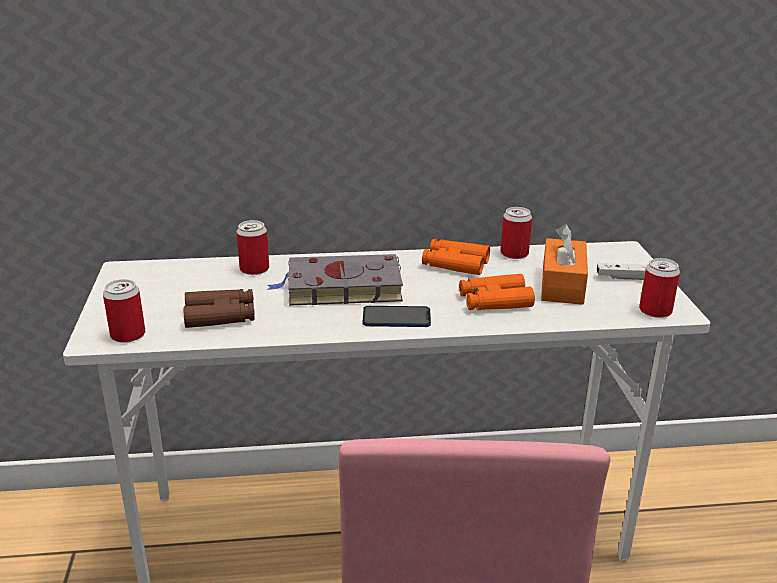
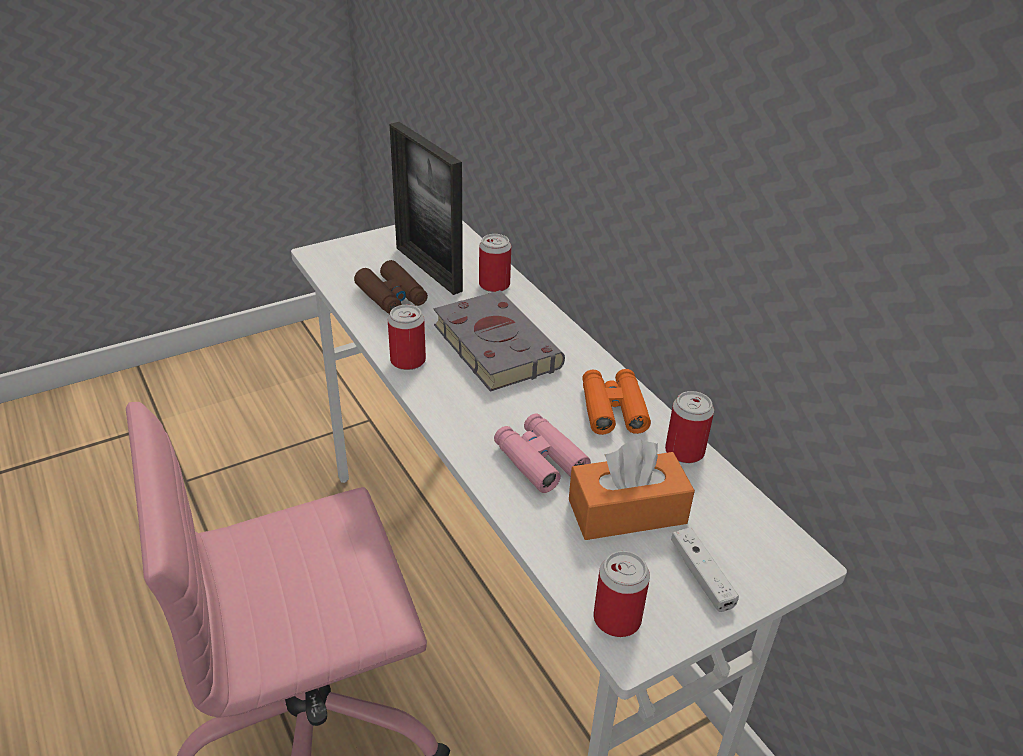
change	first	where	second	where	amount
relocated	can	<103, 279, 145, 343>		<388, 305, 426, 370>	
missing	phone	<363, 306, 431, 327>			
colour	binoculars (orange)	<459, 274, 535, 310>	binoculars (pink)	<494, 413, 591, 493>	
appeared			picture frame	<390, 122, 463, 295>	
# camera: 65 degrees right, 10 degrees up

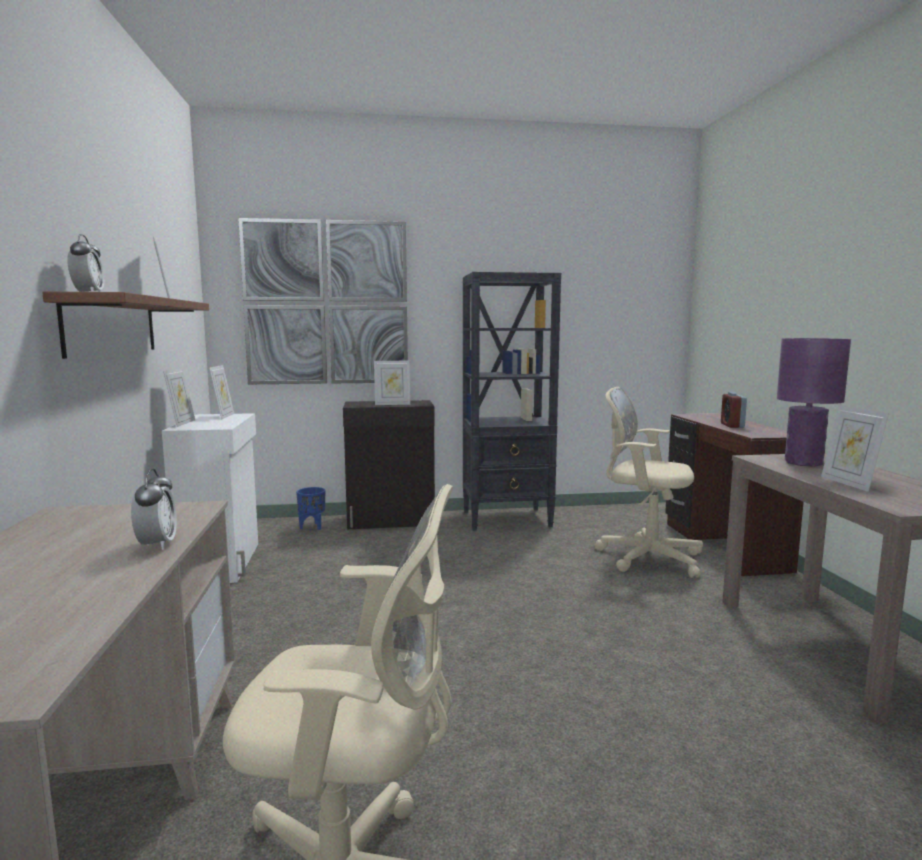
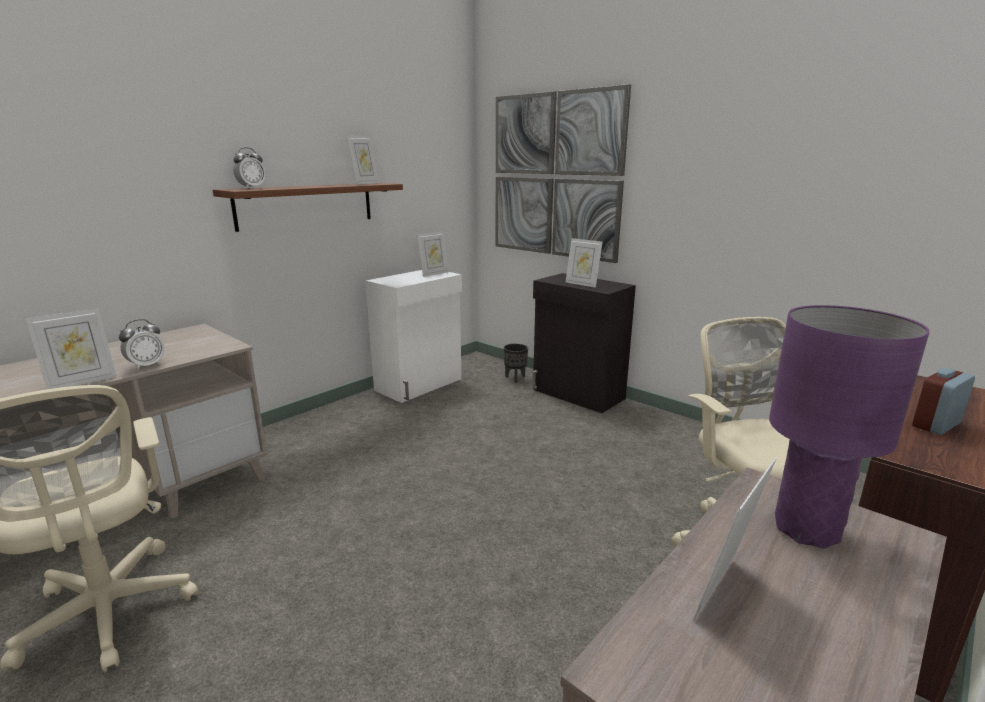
change	first	where	second	where	amount
relocated	picture frame	<163, 368, 195, 427>		<26, 308, 117, 389>	
colour	planter (blue)	<296, 487, 325, 530>	planter (black)	<503, 344, 528, 383>	
missing	bookcase (black)	<463, 272, 561, 531>			
# camera: 50 degrees right, 10 degrees up

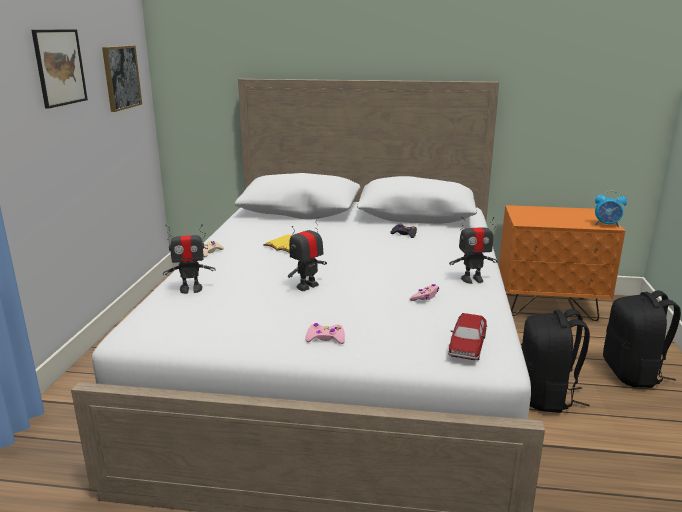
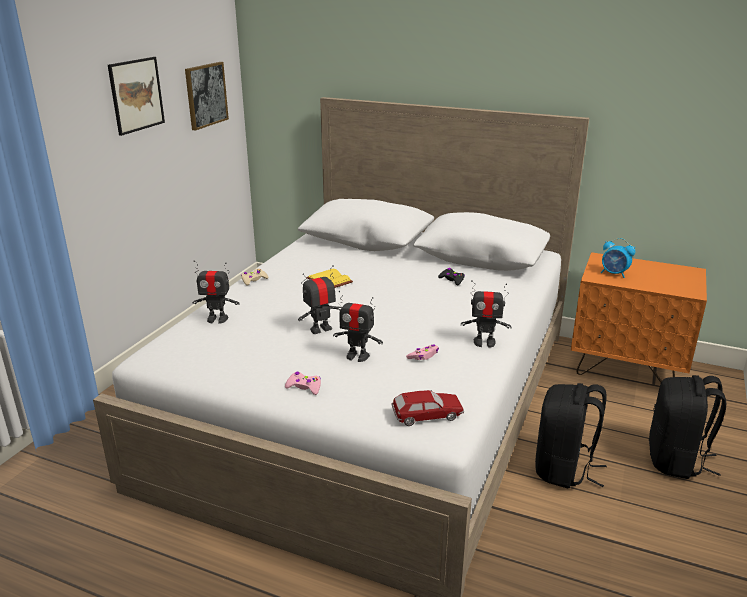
change	first	where	second	where	amount
spun	toy car	<448, 313, 487, 360>		<391, 390, 464, 426>	135 degrees counterclockwise
relocated	alarm clock	<595, 190, 627, 227>		<601, 238, 635, 278>	
appeared			toy robot	<333, 291, 383, 362>	
# camera: 15 degrees right, 5 degrees up

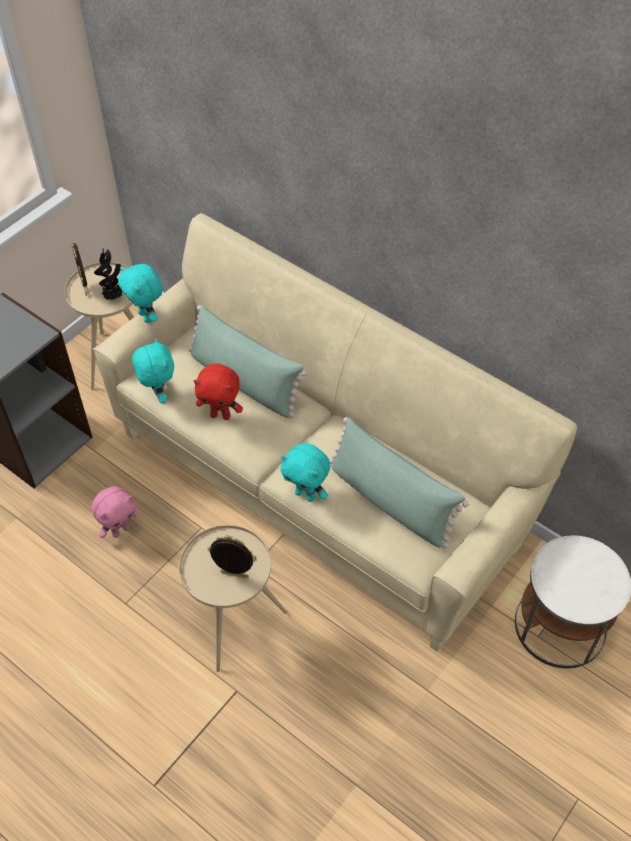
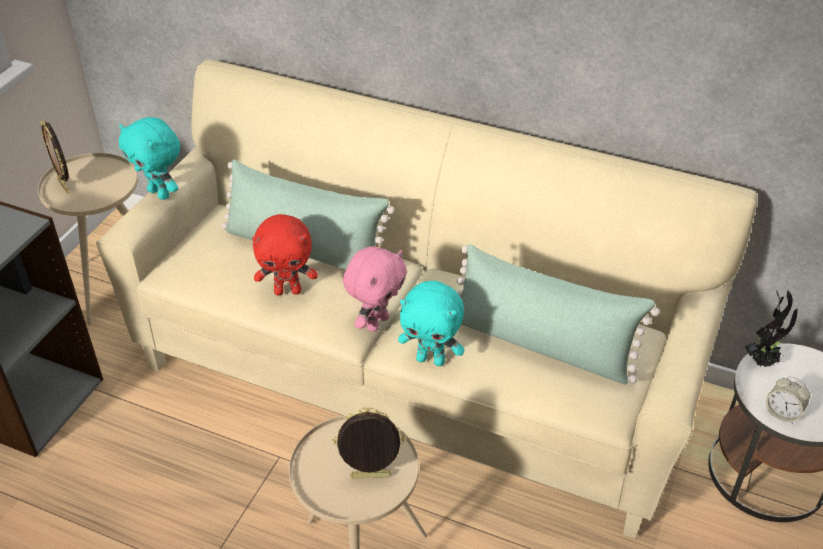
change	first	where	second	where	amount
relocated	plush toy (pink)	<91, 486, 138, 538>		<343, 247, 407, 332>	
relocated	potted plant	<94, 248, 122, 300>		<745, 290, 797, 367>	
missing	plush toy (turquoise)	<132, 338, 174, 403>			
appeared			alarm clock	<766, 376, 811, 424>	
# camera: 15 degrees left, 10 degrees down

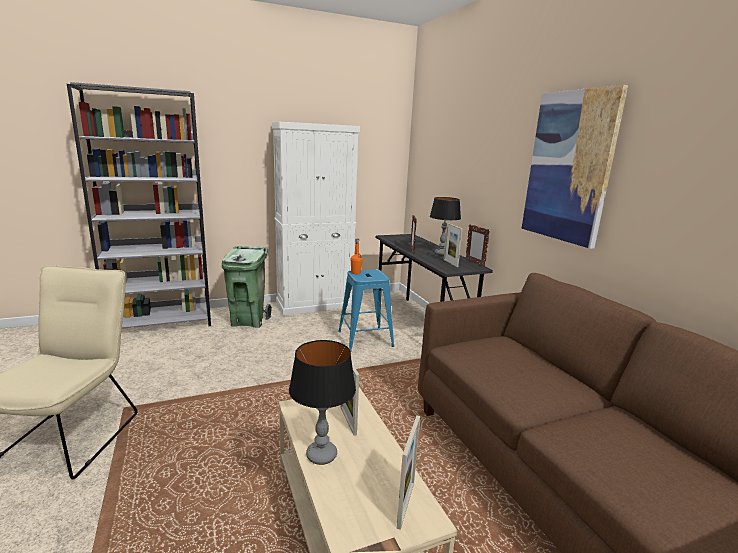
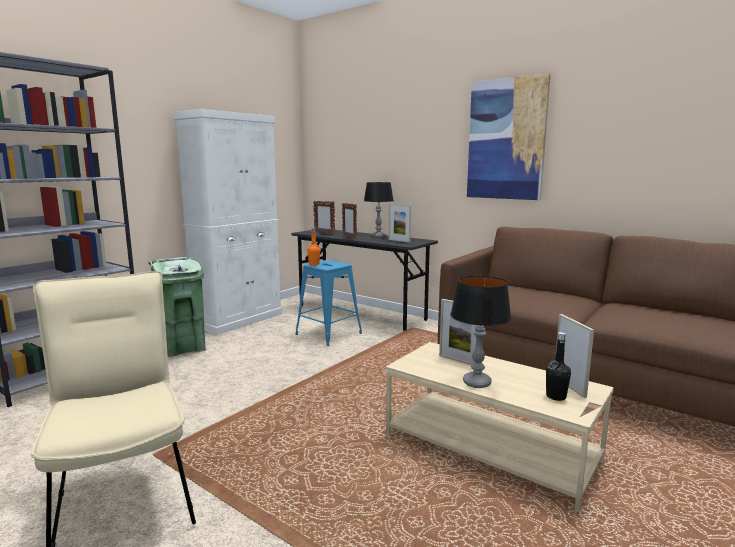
change	first	where	second	where	amount
relocated	picture frame	<466, 224, 490, 267>		<313, 201, 335, 235>	
appeared			bottle (black)	<546, 332, 571, 401>	
# camera: 30 degrees left, 5 degrees down

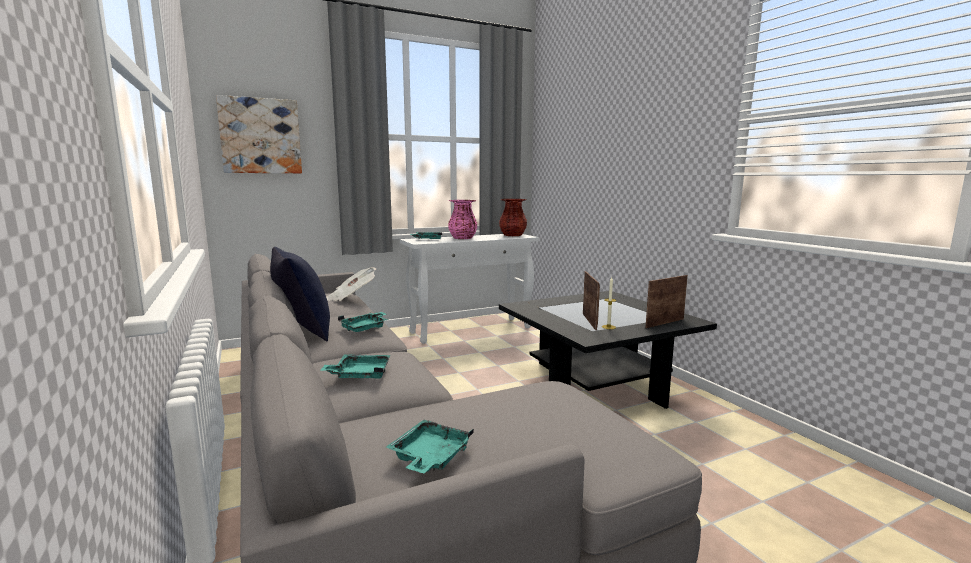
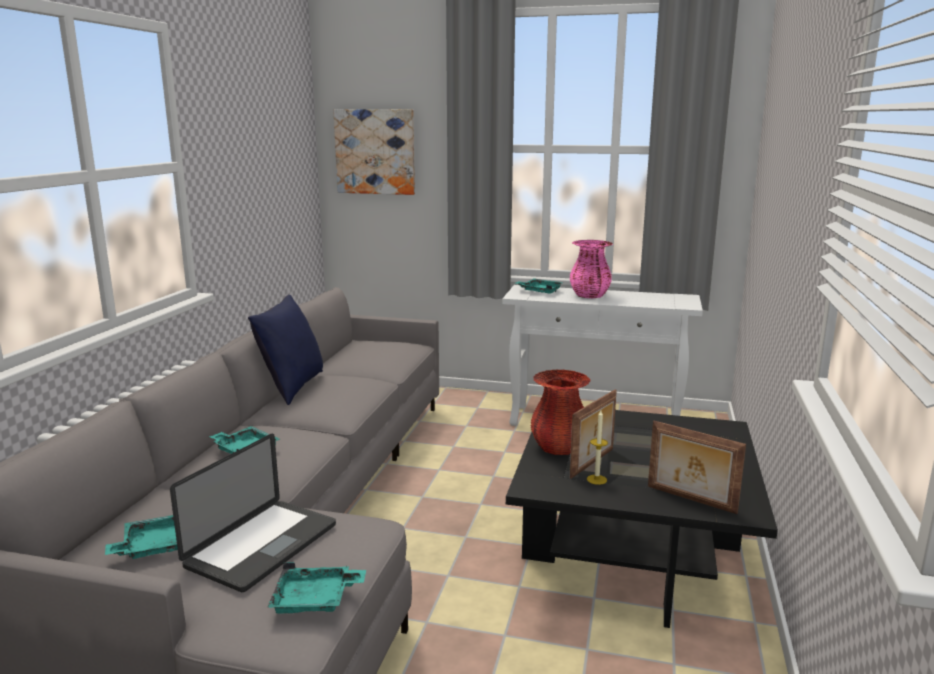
change	first	where	second	where	amount
missing	newspaper	<326, 267, 376, 301>			
relocated	tray (turquoise)	<338, 312, 388, 332>		<267, 562, 366, 614>	
relocated	vase (red)	<499, 199, 527, 236>		<531, 370, 591, 455>	
spun	picture frame	<645, 275, 688, 328>		<648, 421, 746, 514>	150 degrees counterclockwise
appeared			laptop	<170, 434, 336, 592>	
# camera: 40 degrees right, 5 degrees up

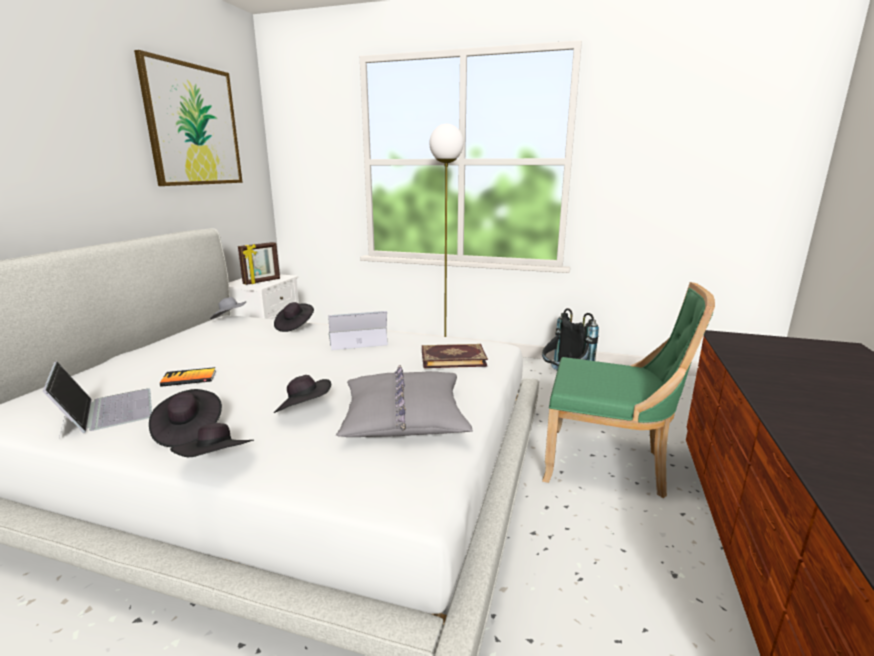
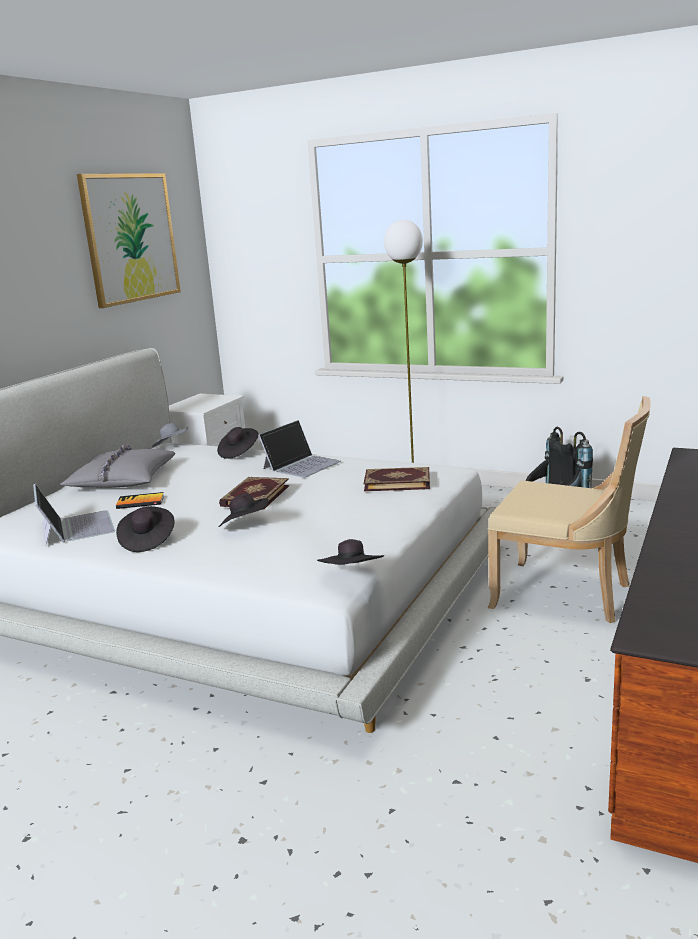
change	first	where	second	where	amount
relocated	hat (black)	<170, 423, 254, 457>		<317, 539, 384, 565>	
missing	picture frame	<238, 242, 280, 285>			
spun	laptop	<328, 311, 388, 350>		<258, 420, 341, 478>	135 degrees clockwise
relocated	pillow (grey)	<336, 365, 473, 437>		<60, 444, 176, 488>	
colour	chair (green)	<542, 282, 715, 498>	chair (beige)	<488, 396, 650, 623>	
appeared			book	<219, 477, 289, 510>	
# camera: 10 degrees right, 0 degrees up

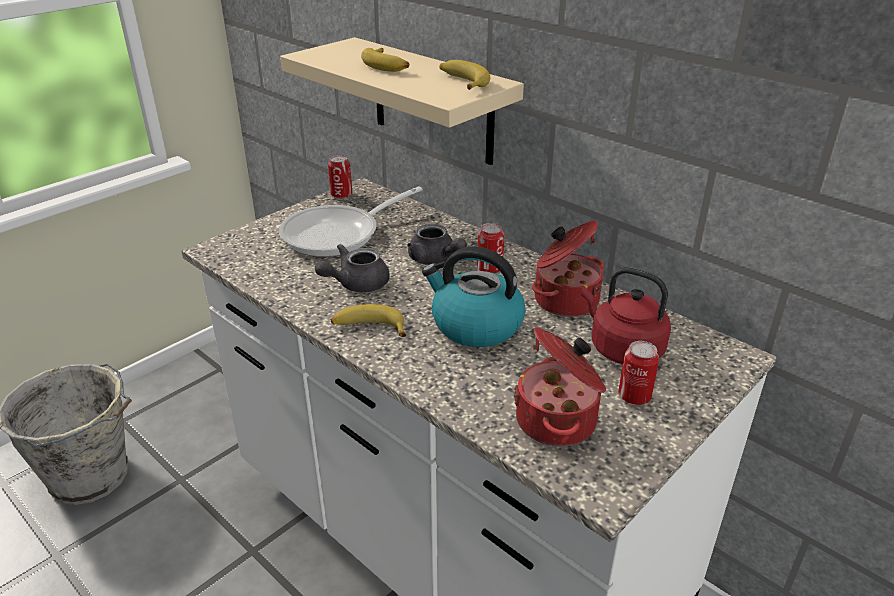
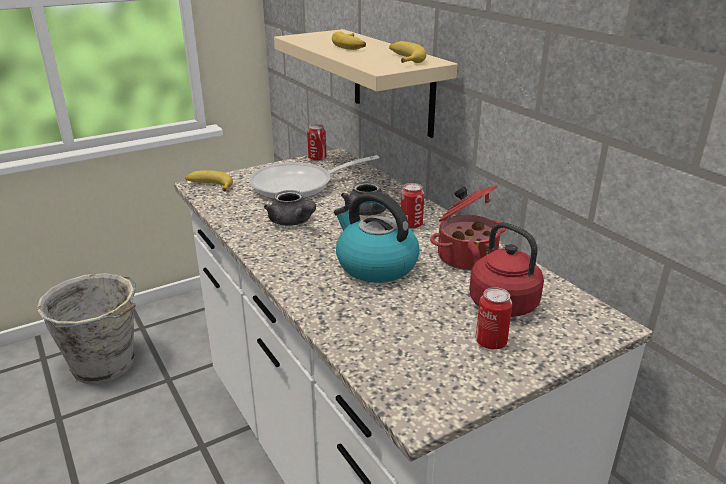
change	first	where	second	where	amount
spun	teapot (grey)	<315, 244, 390, 292>		<264, 190, 316, 226>	105 degrees counterclockwise
relocated	banana	<331, 304, 406, 337>		<185, 170, 233, 191>	
missing	cooking pot	<514, 327, 606, 447>			
# camera: 15 degrees right, 5 degrees down

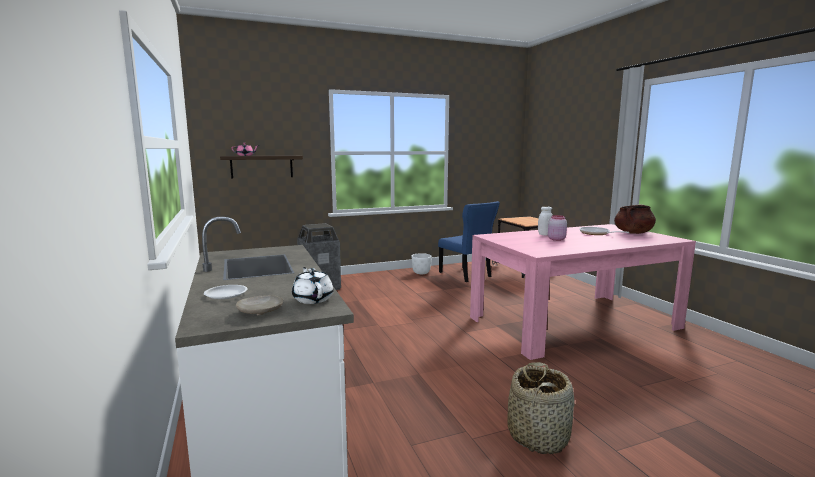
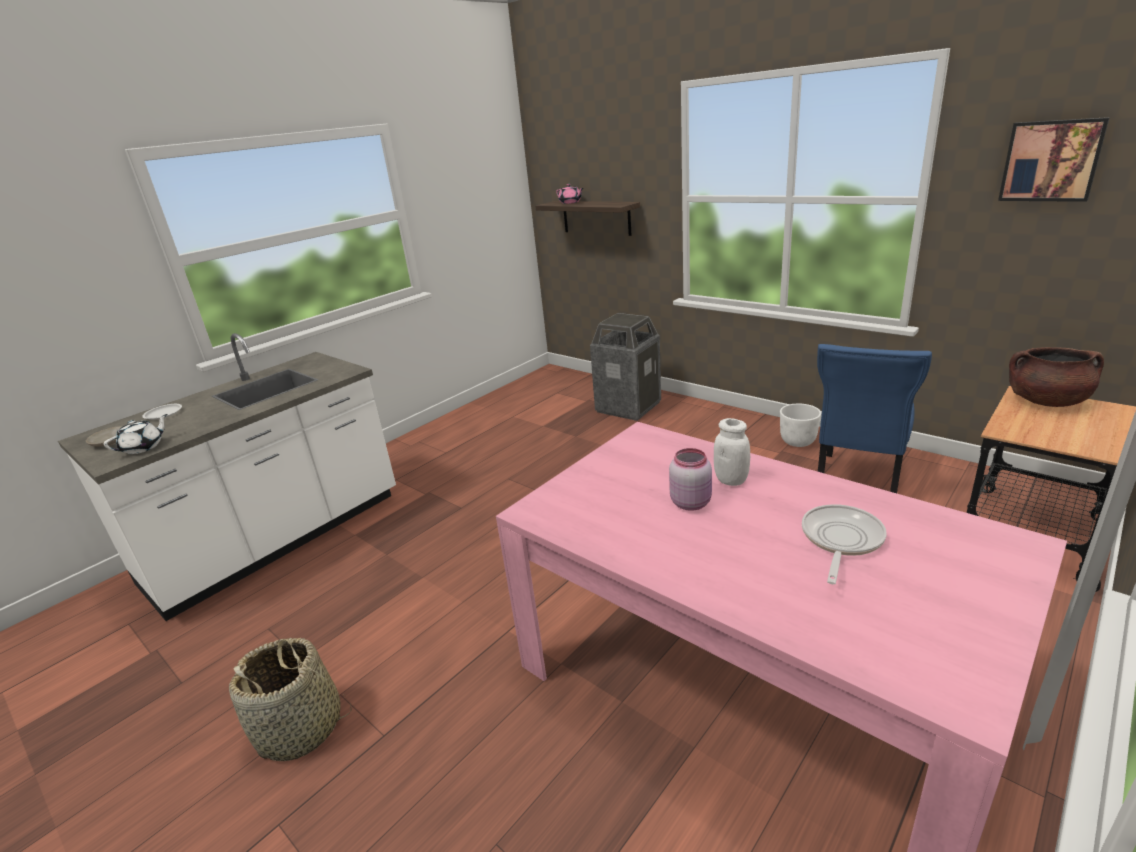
change	first	where	second	where	amount
relocated	cooking pot (brown)	<614, 204, 656, 234>		<1009, 347, 1104, 407>	
appeared			picture	<998, 117, 1110, 202>	
# camera: 65 degrees right, 15 degrees up

